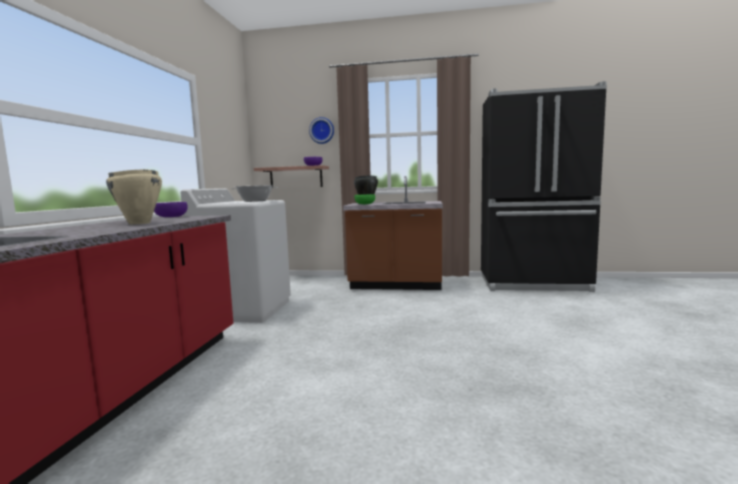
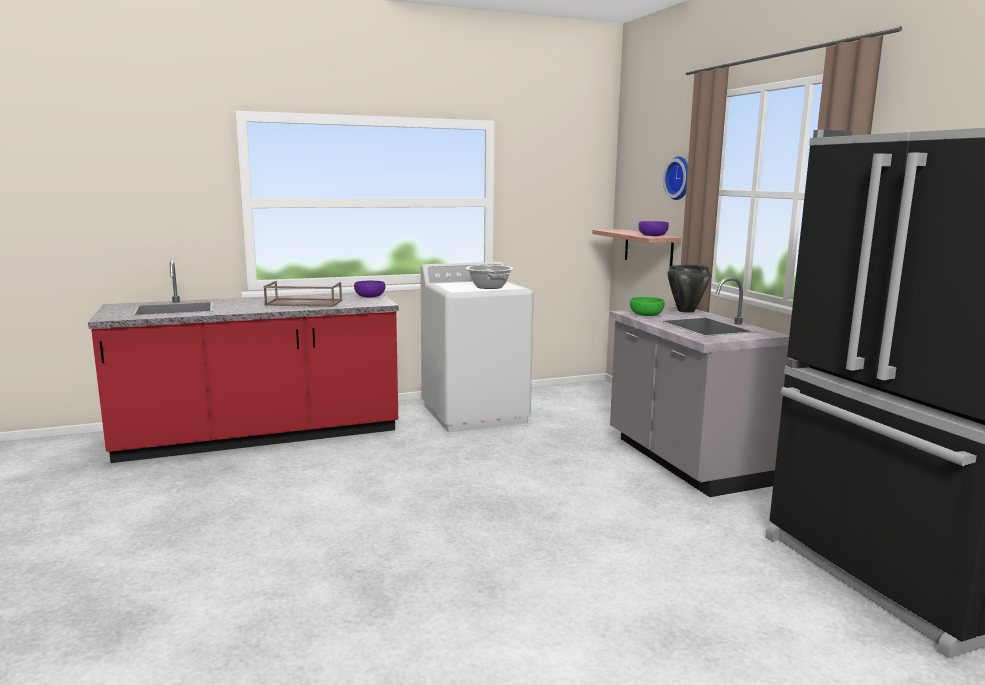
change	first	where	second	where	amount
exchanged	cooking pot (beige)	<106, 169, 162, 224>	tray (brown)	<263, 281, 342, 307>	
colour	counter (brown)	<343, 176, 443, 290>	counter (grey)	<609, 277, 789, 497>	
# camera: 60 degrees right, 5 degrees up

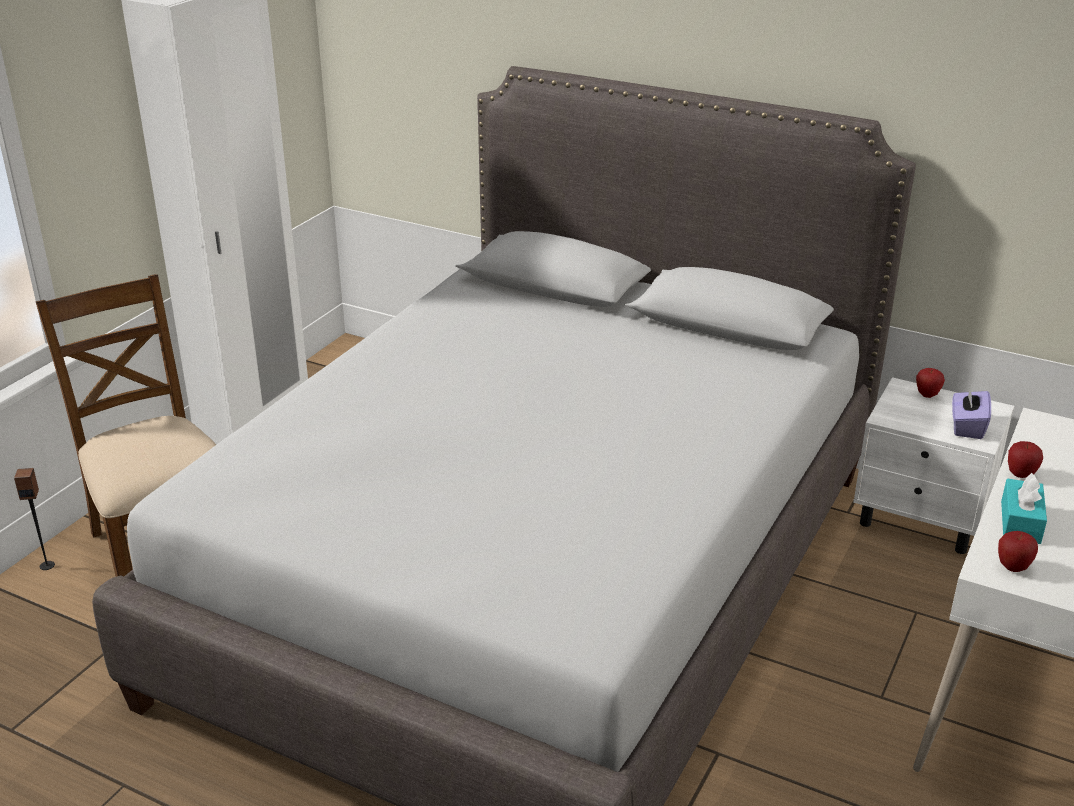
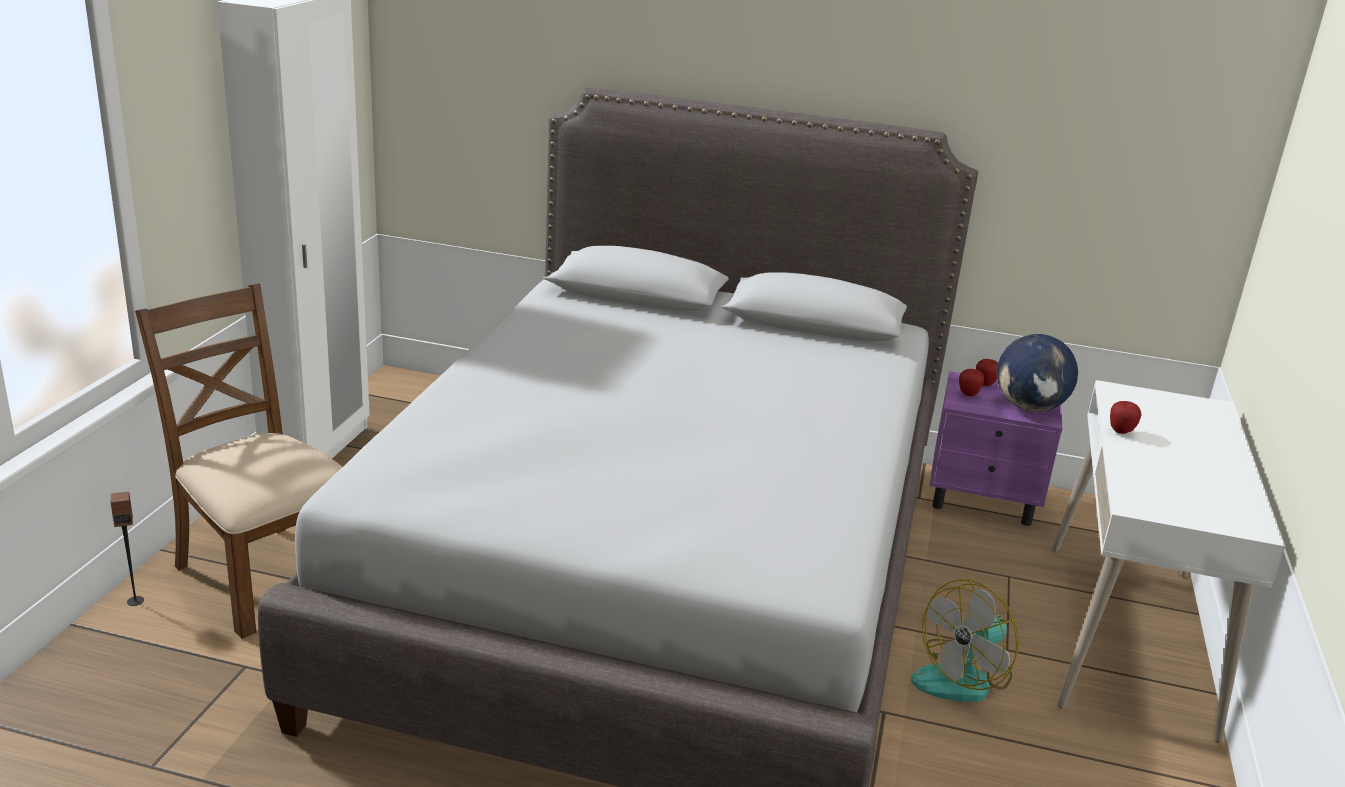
change	first	where	second	where	amount
colour	nightstand (white)	<853, 377, 1014, 554>	nightstand (purple)	<929, 371, 1063, 526>	
exchanged	tissue box (purple)	<952, 385, 991, 439>	globe	<997, 334, 1078, 412>	
relocated	apple	<998, 531, 1038, 572>		<959, 369, 985, 396>	
missing	tissue box (turquoise)	<1001, 473, 1047, 544>			
appeared			fan	<911, 579, 1019, 702>	
# camera: 15 degrees left, 5 degrees down

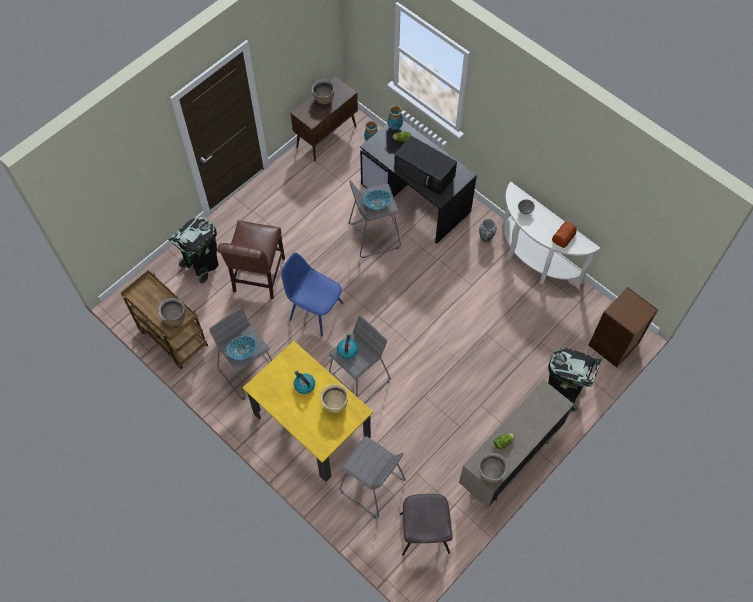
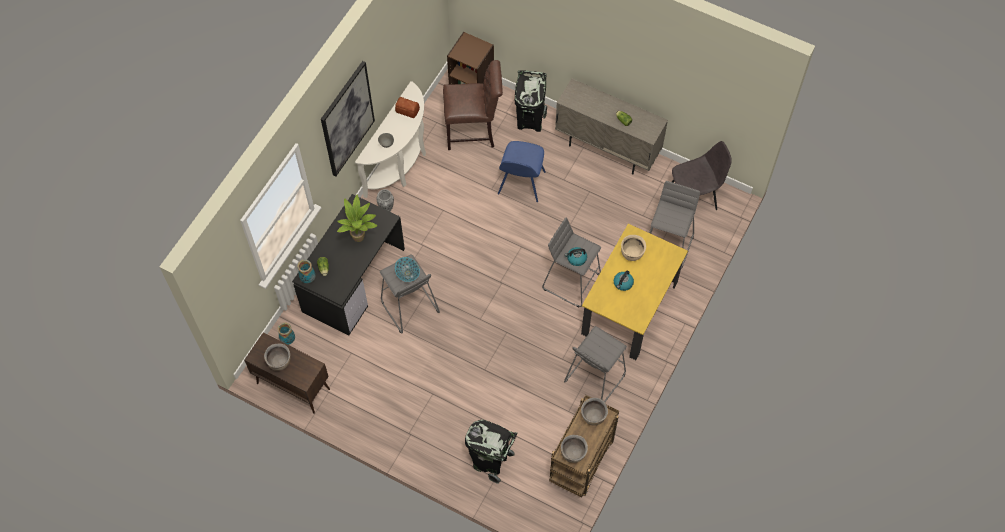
change	first	where	second	where	amount
relocated	chair (brown)	<217, 220, 285, 299>		<443, 60, 503, 150>	
missing	bowl	<227, 336, 256, 360>			
relocated	chair (blue)	<281, 253, 343, 337>		<498, 141, 546, 202>	
exchanged	microwave (black)	<394, 136, 457, 195>	potted plant	<337, 195, 377, 242>	
relocated	cooking pot (brown)	<479, 453, 508, 482>		<561, 435, 588, 463>	
appeared			picture	<321, 61, 375, 177>	
# camera: 105 degrees left, 0 degrees up

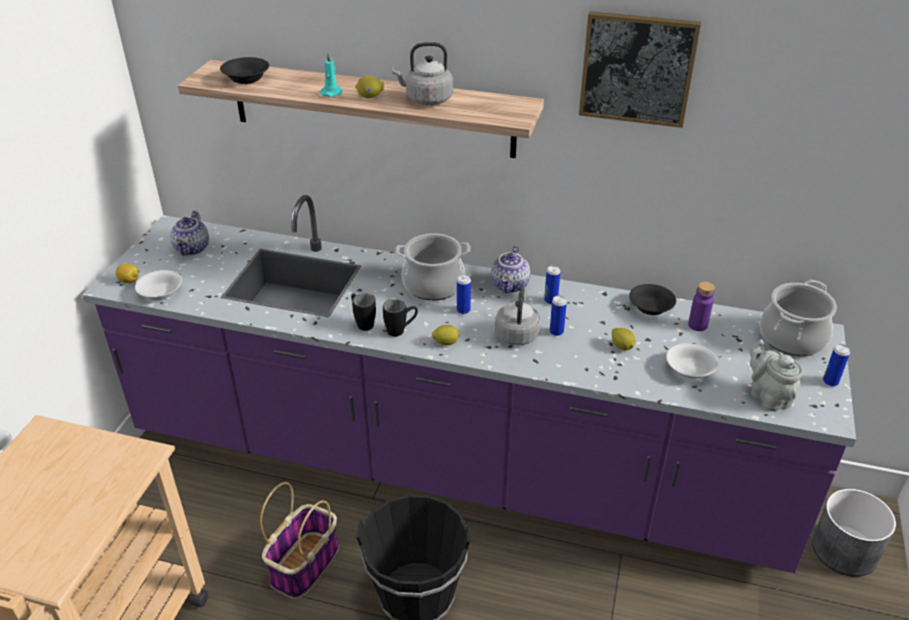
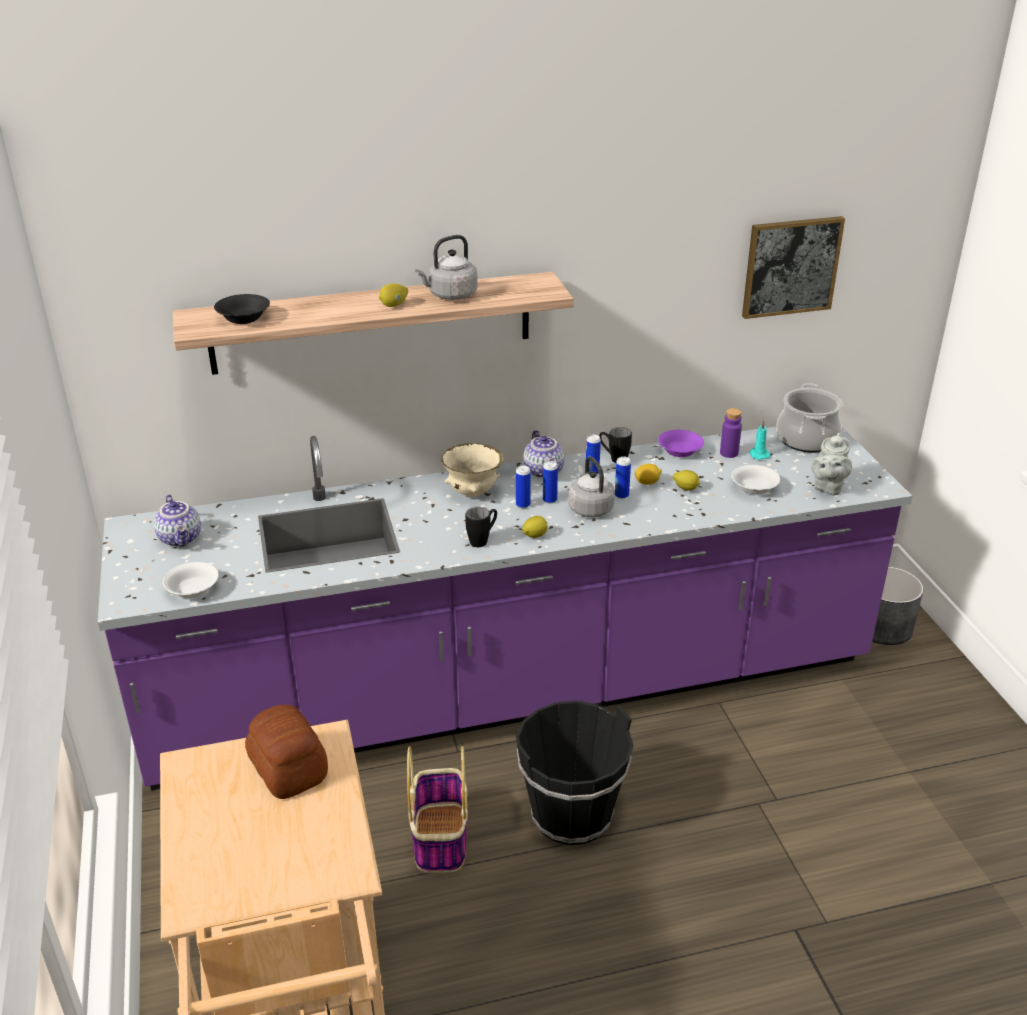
change	first	where	second	where	amount
relocated	lemon	<116, 264, 139, 283>		<634, 464, 662, 485>	
relocated	candle (turquoise)	<320, 53, 343, 97>		<749, 421, 771, 460>	
relocated	mug (black)	<351, 293, 376, 331>		<599, 427, 632, 463>	
exchanged	cooking pot	<395, 233, 470, 300>	bowl (beige)	<441, 443, 504, 497>	
relocated	picture	<579, 11, 701, 128>		<742, 216, 845, 319>	
colour	bowl (black)	<629, 284, 676, 315>	bowl (purple)	<658, 430, 704, 457>	
spun	teapot (grey)	<750, 339, 803, 411>		<811, 433, 852, 496>	105 degrees counterclockwise
relocated	can	<823, 344, 850, 387>		<543, 461, 558, 504>	
appeared			bread	<245, 705, 328, 799>	
# camera: 30 degrees left, 5 degrees down

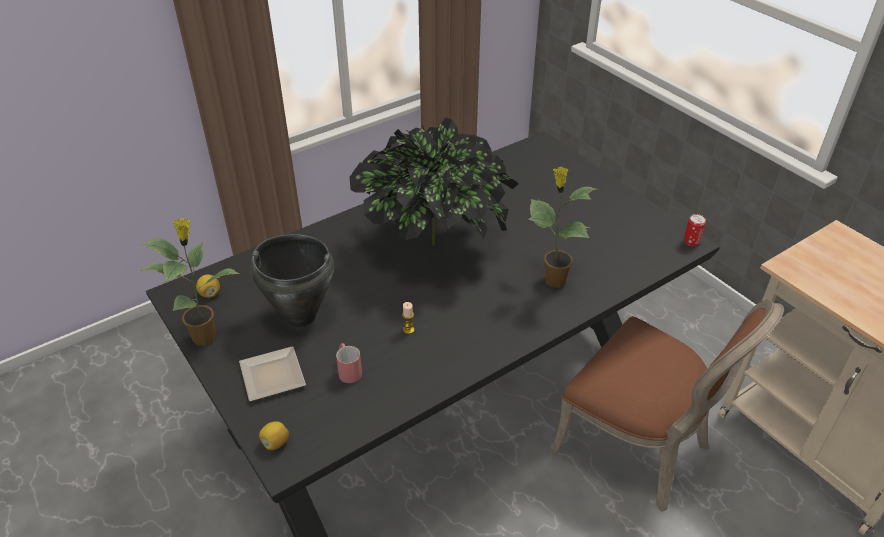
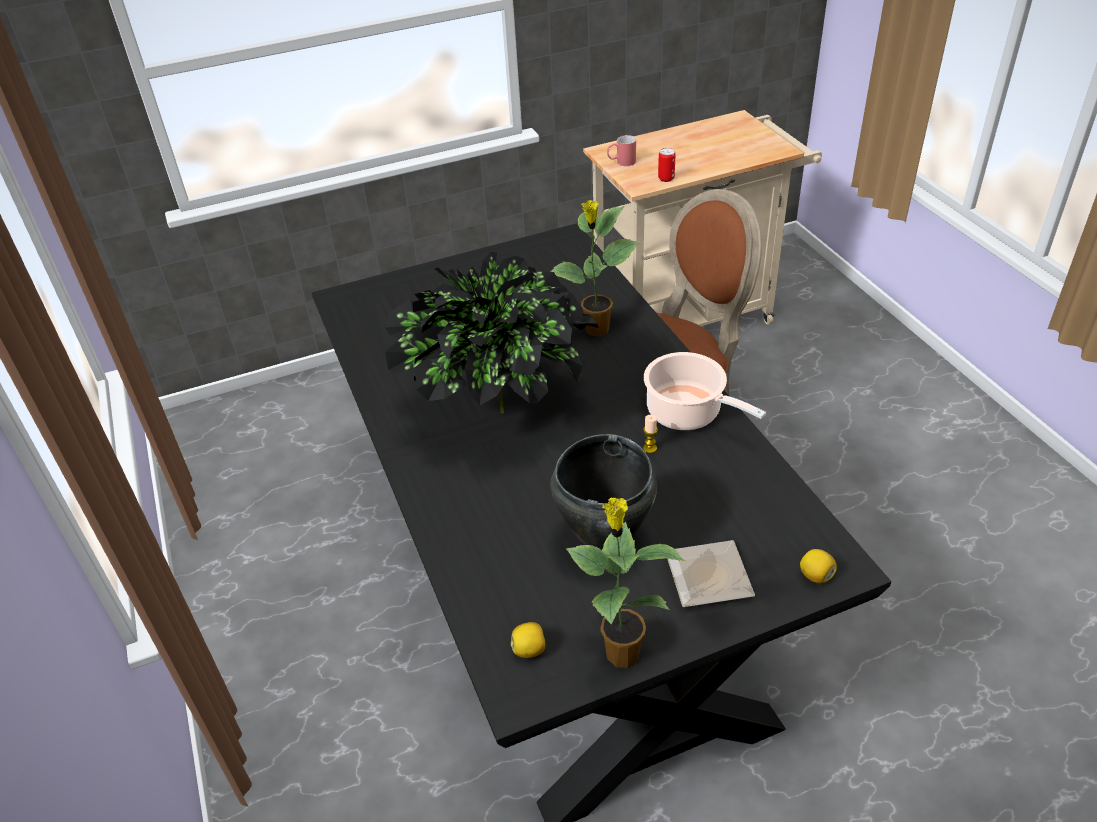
change	first	where	second	where	amount
relocated	mug (red)	<336, 343, 362, 383>		<607, 135, 636, 166>	
relocated	can	<684, 214, 706, 246>		<658, 148, 676, 182>	
appeared			cooking pot	<644, 352, 766, 430>	
# camera: 75 degrees left, 0 degrees up

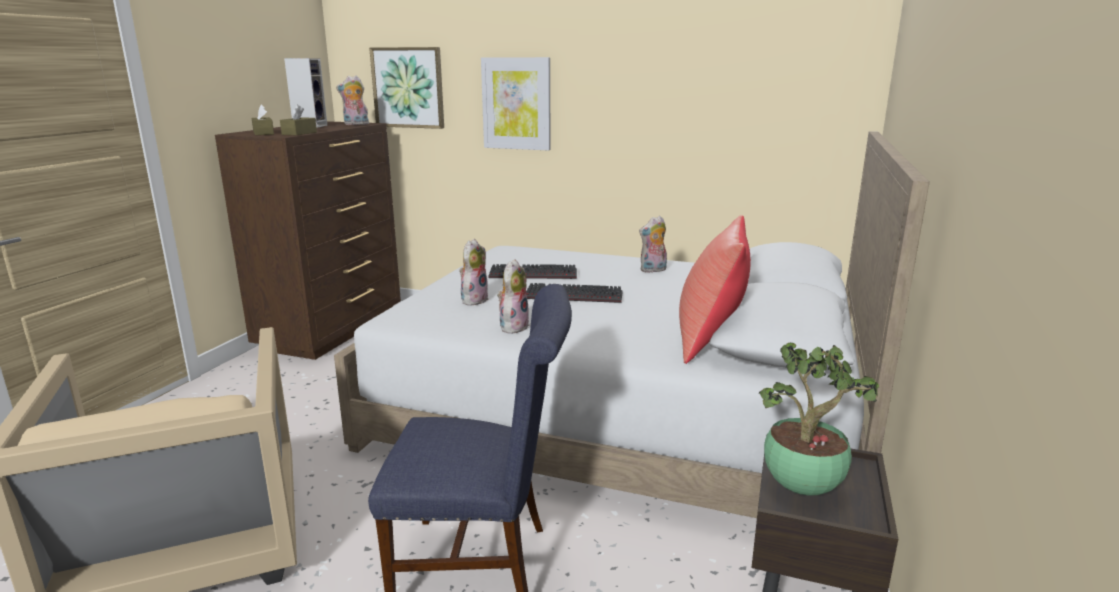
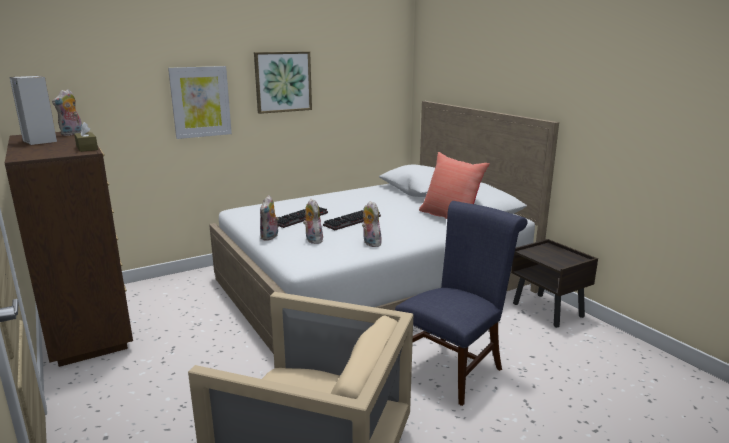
change	first	where	second	where	amount
missing	tissue box (brown)	<251, 105, 274, 135>			
relocated	picture	<369, 47, 444, 129>		<254, 51, 312, 114>	
relocated	plush toy	<639, 216, 667, 273>		<260, 195, 279, 241>	
missing	potted plant	<759, 343, 881, 496>			
# camera: 50 degrees left, 0 degrees up

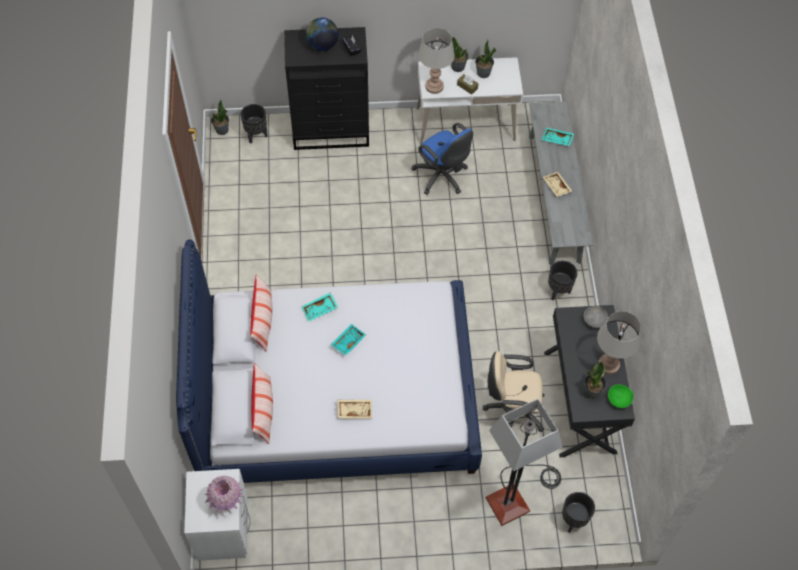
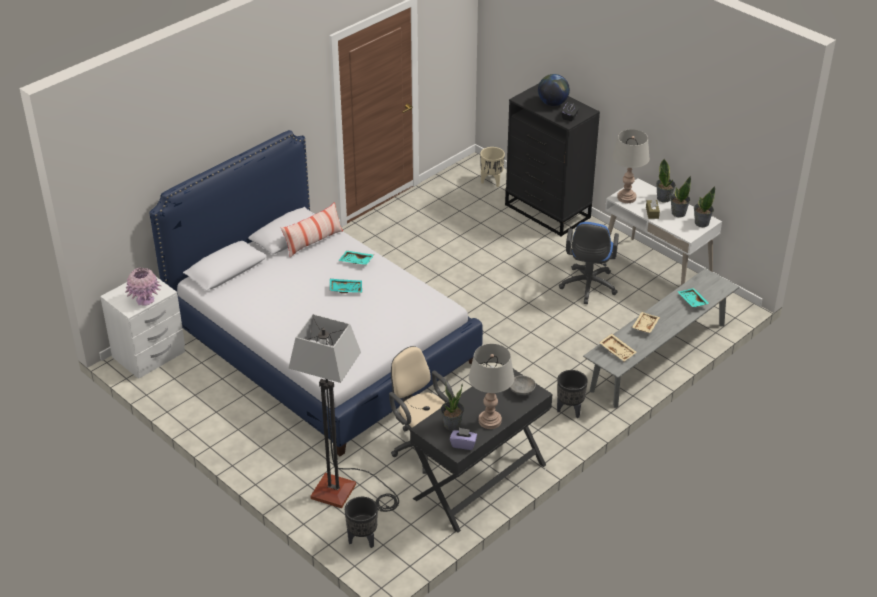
change	first	where	second	where	amount
relocated	potted plant	<211, 99, 229, 135>		<694, 186, 715, 227>	
colour	planter (black)	<240, 104, 267, 143>	planter (beige)	<480, 147, 505, 187>	
missing	pillow	<251, 363, 273, 444>			
relocated	tray (beige)	<337, 399, 372, 419>		<599, 334, 637, 361>	
exchanged	bowl (green)	<608, 384, 634, 408>	tissue box (purple)	<450, 428, 477, 450>	
# camera: 50 degrees right, 20 degrees down

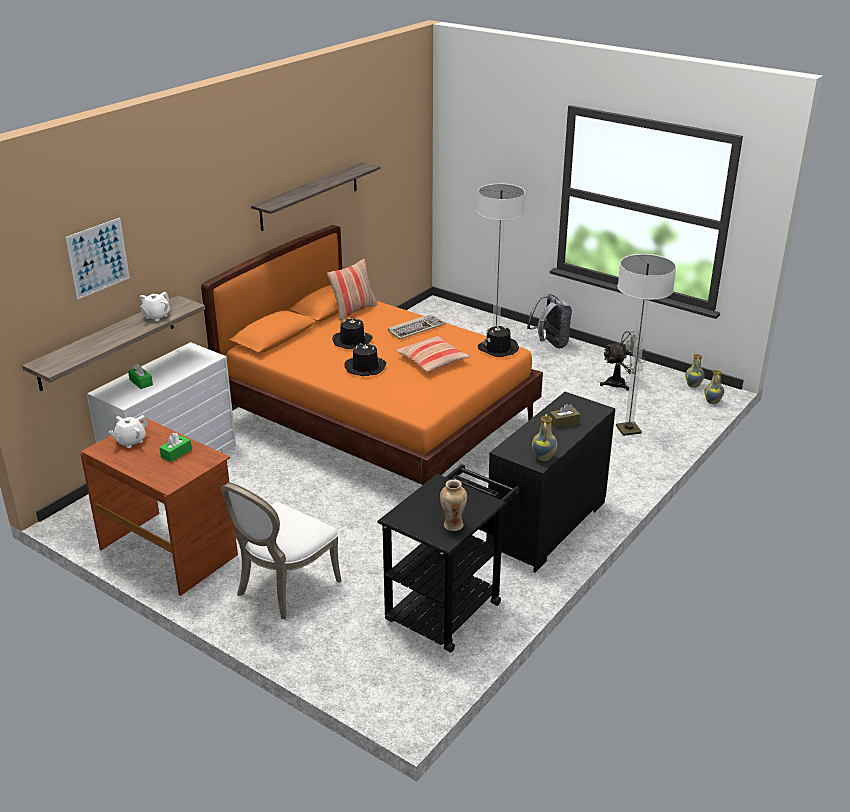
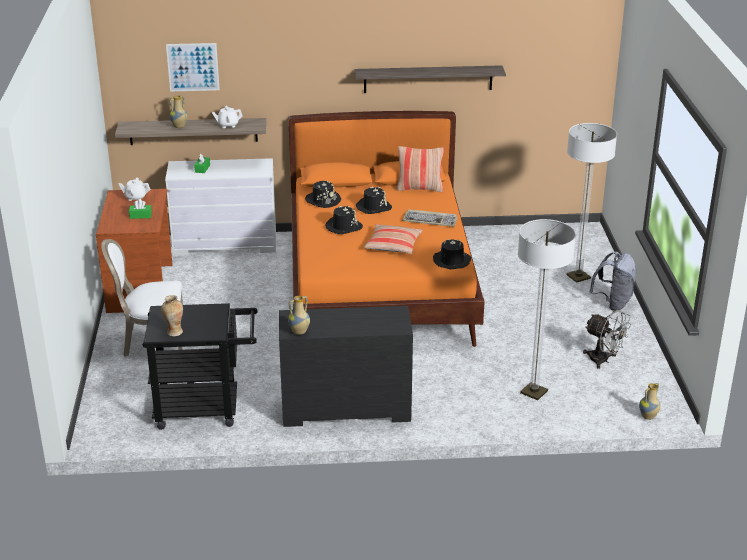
change	first	where	second	where	amount
missing	tissue box (brown)	<550, 404, 580, 429>			
relocated	vase	<685, 353, 705, 388>		<170, 95, 188, 128>	
appeared			hat (black)	<305, 181, 341, 208>	
# camera: 50 degrees right, 0 degrees up

